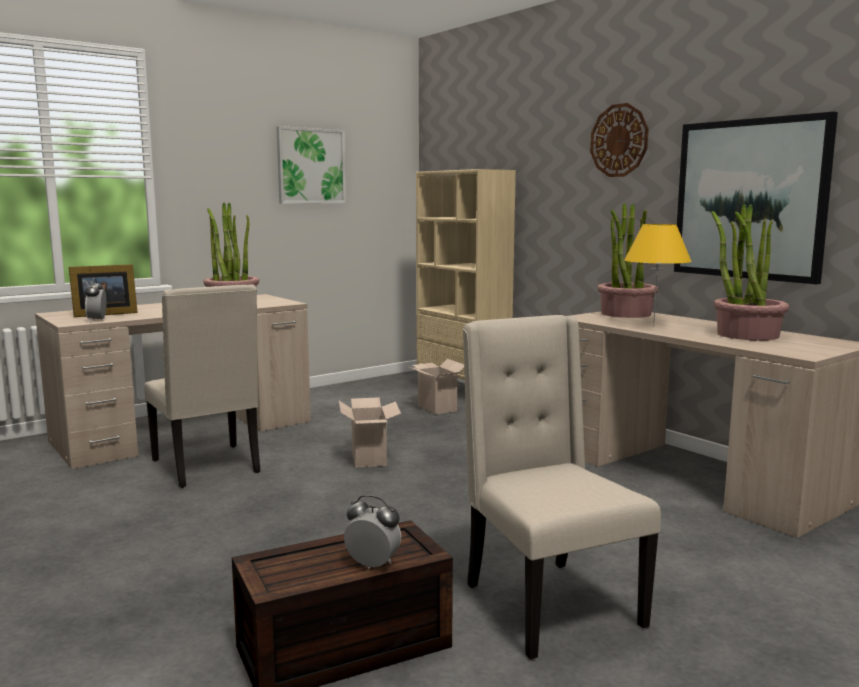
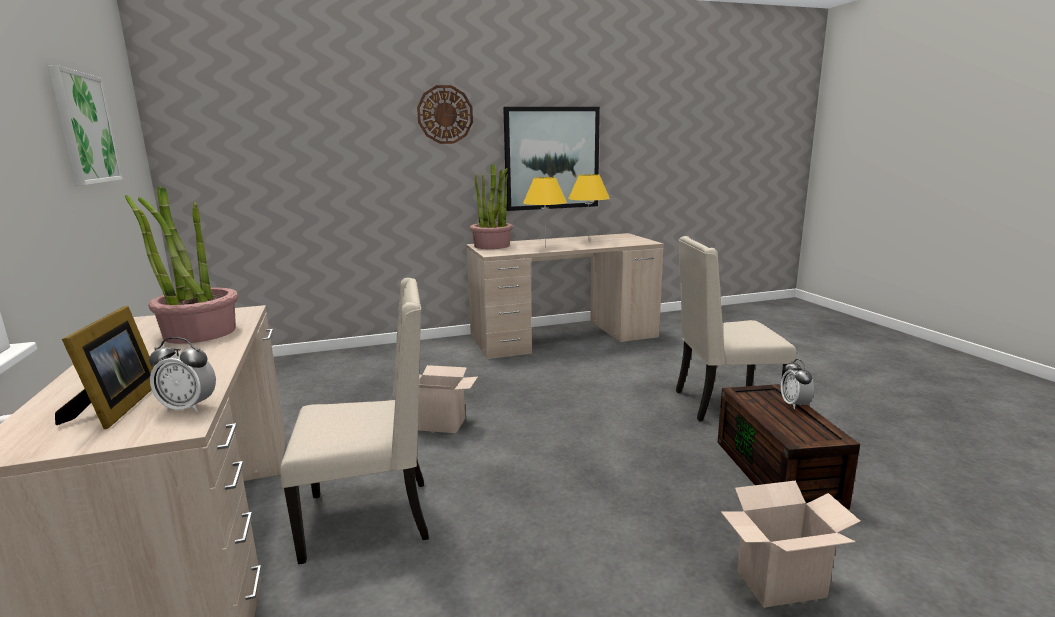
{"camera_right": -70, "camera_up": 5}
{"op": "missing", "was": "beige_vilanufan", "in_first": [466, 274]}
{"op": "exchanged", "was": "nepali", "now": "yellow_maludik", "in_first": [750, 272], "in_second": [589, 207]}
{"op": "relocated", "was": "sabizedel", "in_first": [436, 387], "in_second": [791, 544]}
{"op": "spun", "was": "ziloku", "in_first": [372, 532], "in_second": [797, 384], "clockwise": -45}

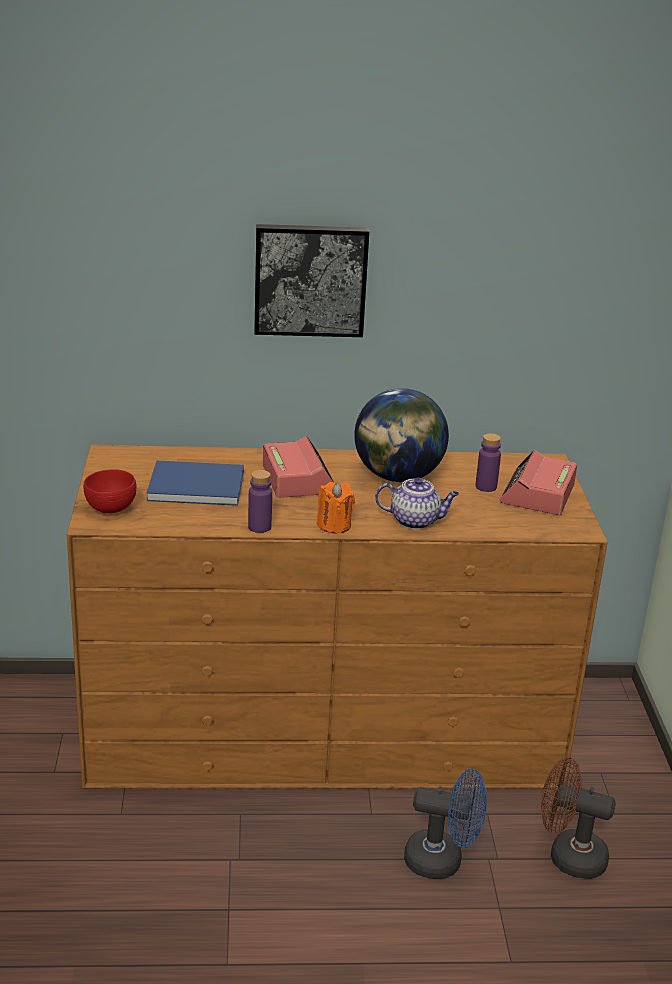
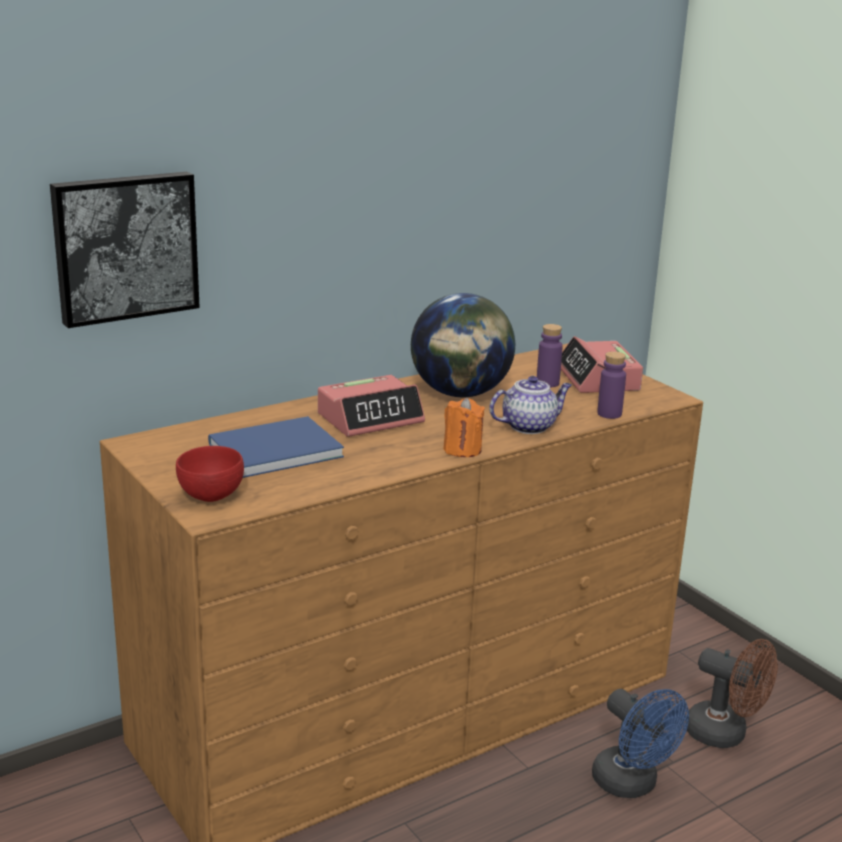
{"camera_right": -30, "camera_up": -5}
{"op": "relocated", "was": "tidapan", "in_first": [311, 280], "in_second": [125, 250]}
{"op": "spun", "was": "ziloku", "in_first": [298, 467], "in_second": [371, 406], "clockwise": 105}
{"op": "relocated", "was": "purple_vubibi", "in_first": [260, 501], "in_second": [611, 385]}
{"op": "spun", "was": "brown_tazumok", "in_first": [578, 818], "in_second": [731, 693], "clockwise": -135}
{"op": "spun", "was": "blue_tazumok", "in_first": [445, 824], "in_second": [640, 743], "clockwise": 75}

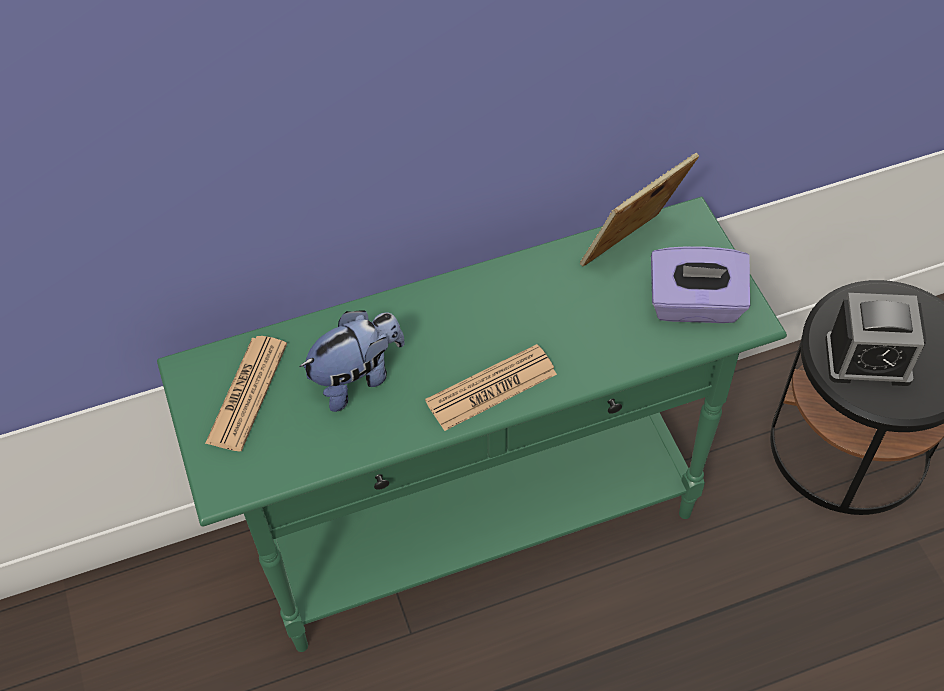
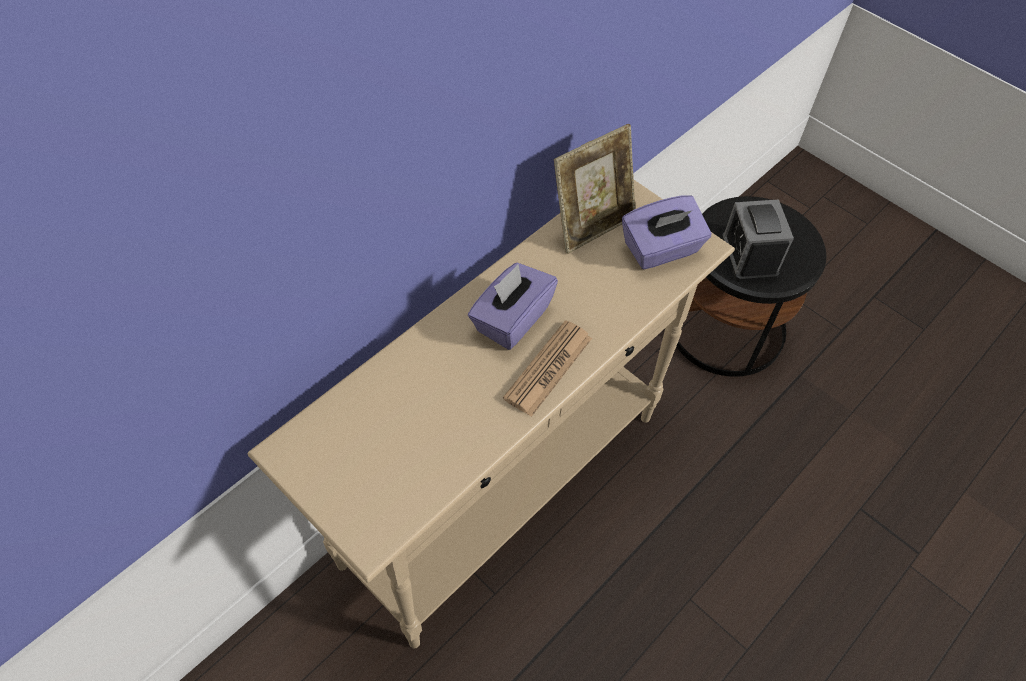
{"camera_right": -30, "camera_up": 0}
{"op": "spun", "was": "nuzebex", "in_first": [639, 209], "in_second": [595, 189], "clockwise": -150}
{"op": "colour", "was": "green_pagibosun", "now": "beige_pagibosun", "in_first": [472, 424], "in_second": [491, 414]}
{"op": "spun", "was": "ziloku", "in_first": [876, 339], "in_second": [757, 240], "clockwise": 105}
{"op": "missing", "was": "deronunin", "in_first": [352, 361]}
{"op": "missing", "was": "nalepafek", "in_first": [246, 393]}
{"op": "appeared", "now": "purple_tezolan", "in_second": [513, 306]}

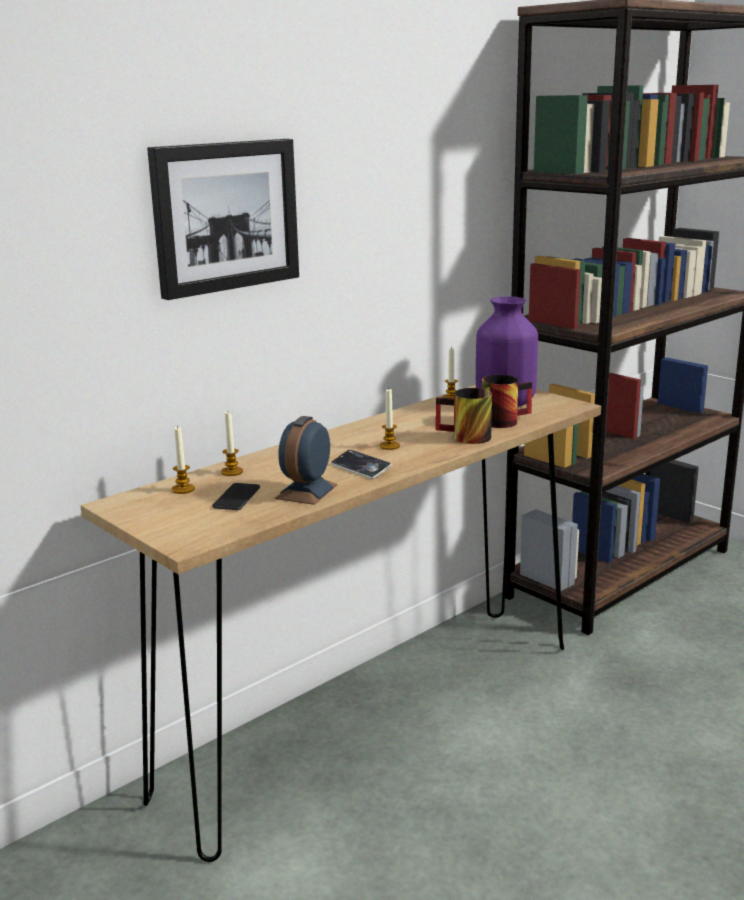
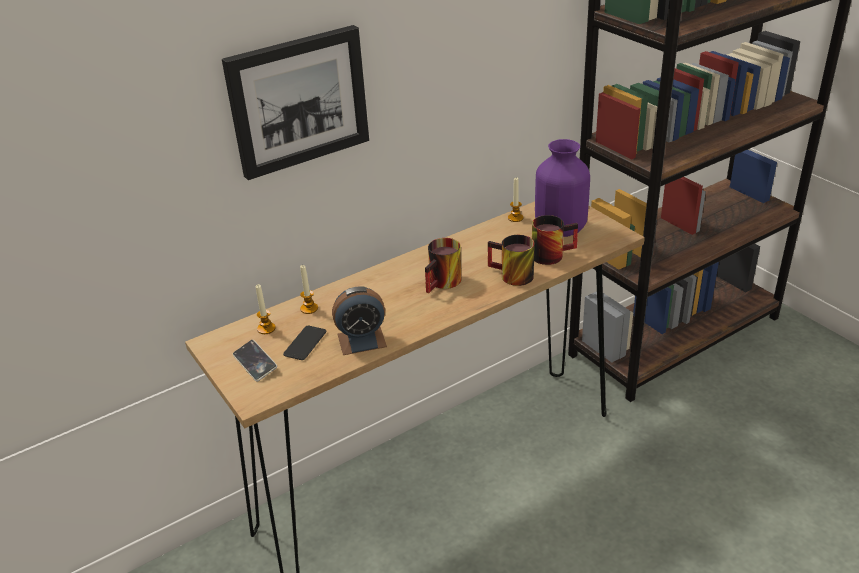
{"camera_right": 10, "camera_up": 15}
{"op": "exchanged", "was": "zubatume", "now": "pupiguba", "in_first": [389, 419], "in_second": [443, 265]}
{"op": "spun", "was": "ziloku", "in_first": [306, 460], "in_second": [359, 320], "clockwise": -135}
{"op": "relocated", "was": "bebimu", "in_first": [361, 464], "in_second": [255, 361]}

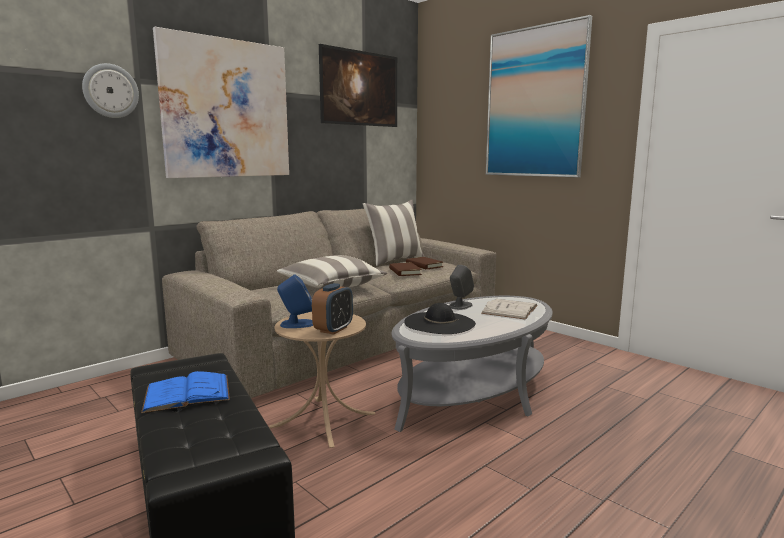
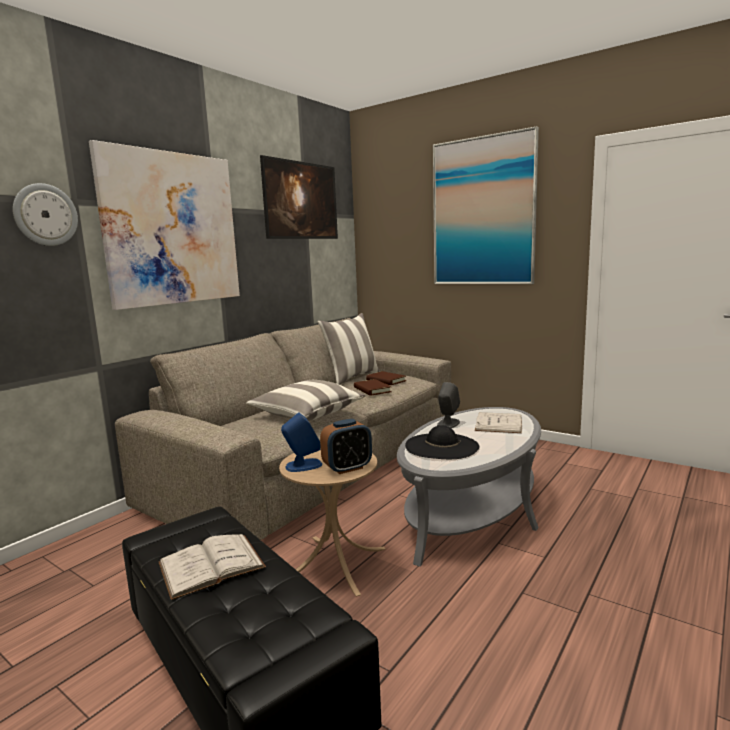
{"camera_right": -10, "camera_up": 0}
{"op": "spun", "was": "ziloku", "in_first": [332, 309], "in_second": [346, 446], "clockwise": 45}
{"op": "colour", "was": "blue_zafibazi", "now": "white_zafibazi", "in_first": [185, 392], "in_second": [212, 567]}

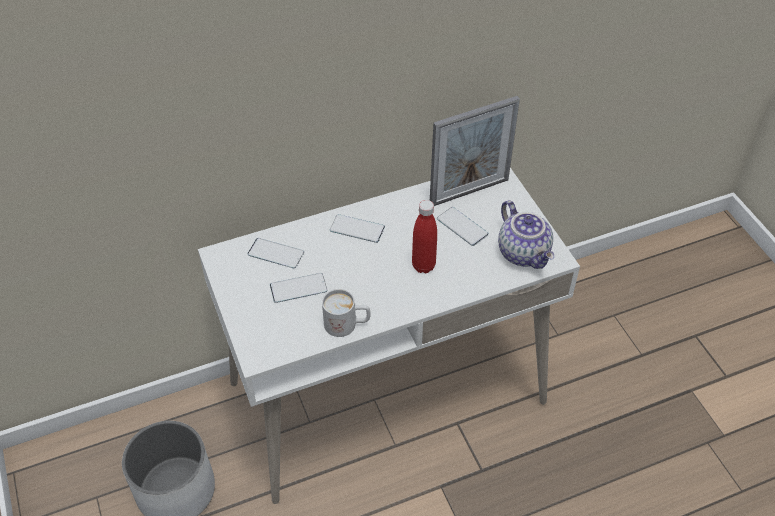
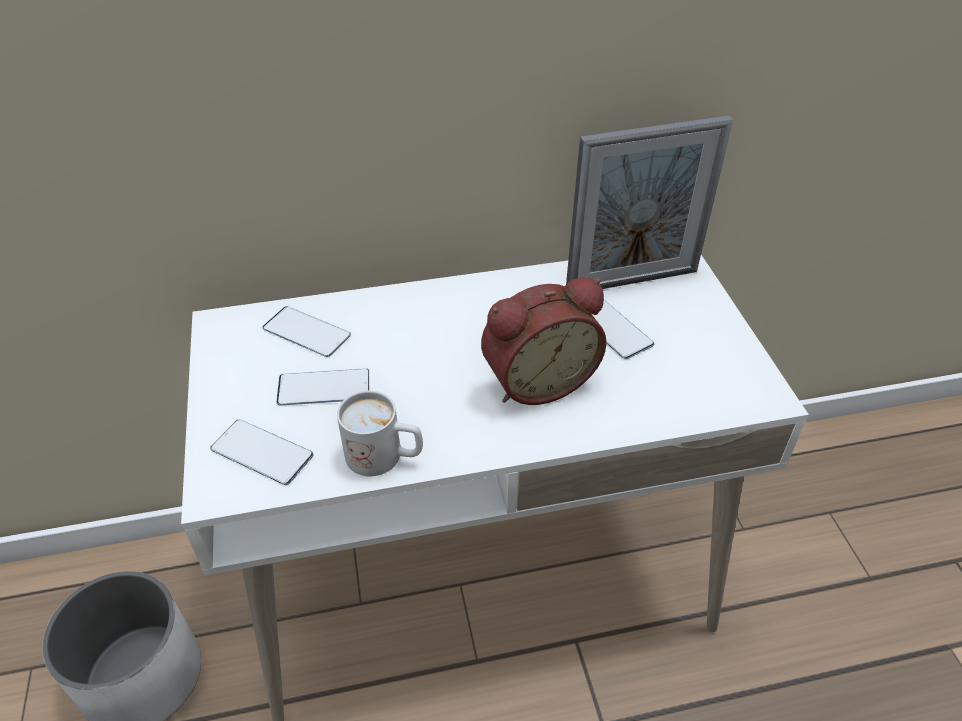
{"camera_right": 10, "camera_up": -5}
{"op": "exchanged", "was": "red_vubibi", "now": "ziloku", "in_first": [424, 236], "in_second": [544, 341]}
{"op": "missing", "was": "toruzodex", "in_first": [526, 234]}
{"op": "relocated", "was": "bebimu", "in_first": [357, 228], "in_second": [261, 452]}

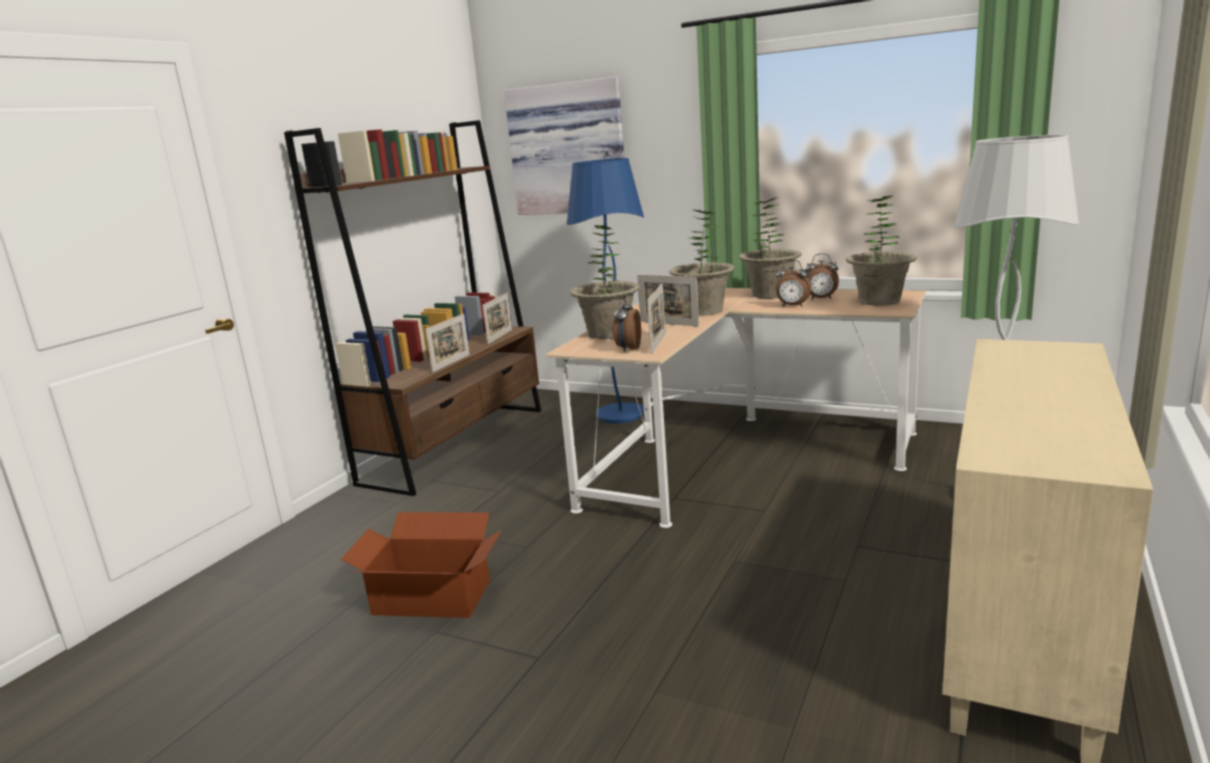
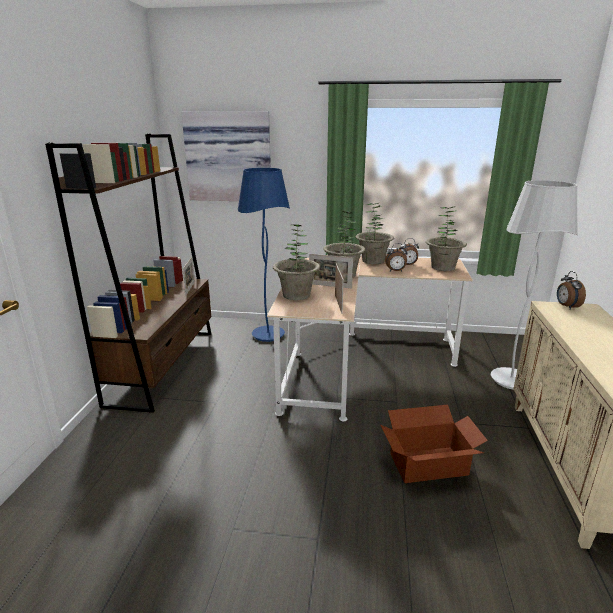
{"camera_right": -20, "camera_up": 5}
{"op": "relocated", "was": "ziloku", "in_first": [627, 323], "in_second": [571, 290]}
{"op": "missing", "was": "nuzebex", "in_first": [448, 343]}
{"op": "relocated", "was": "sabizedel", "in_first": [421, 565], "in_second": [434, 444]}

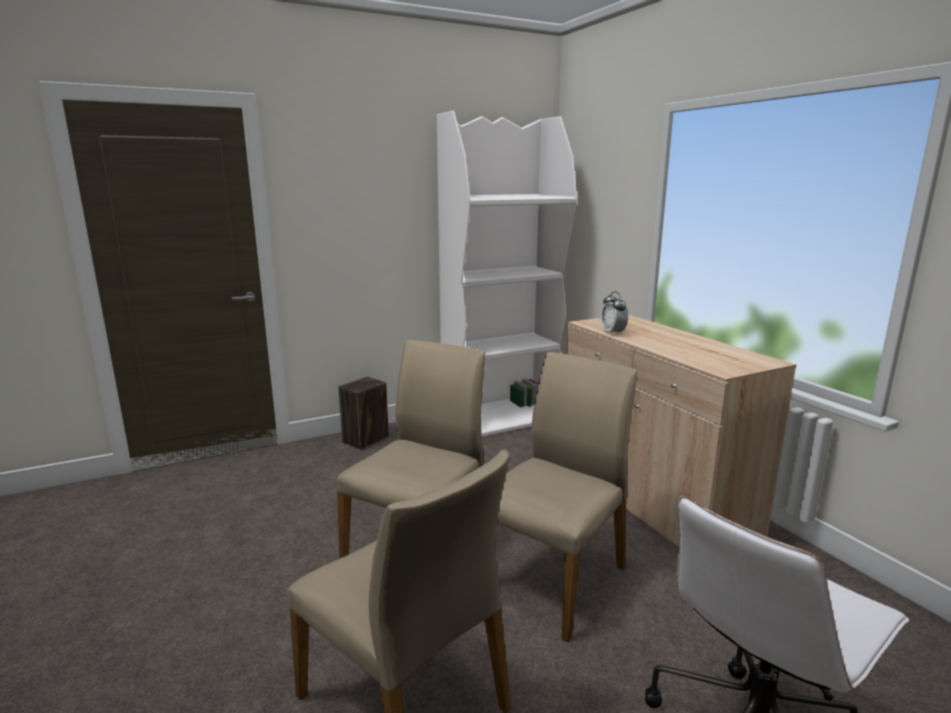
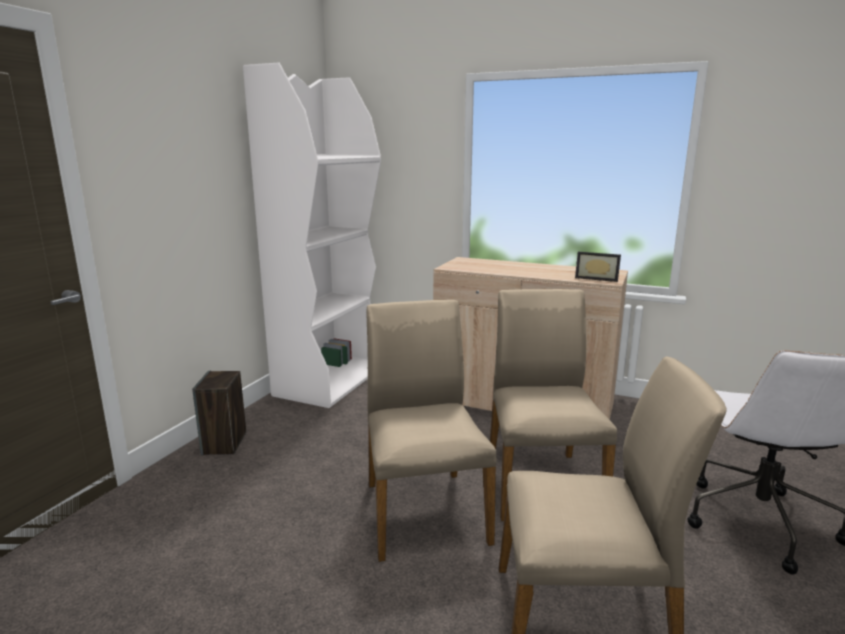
{"camera_right": -40, "camera_up": 0}
{"op": "missing", "was": "ziloku", "in_first": [614, 313]}
{"op": "appeared", "now": "nuzebex", "in_second": [598, 267]}

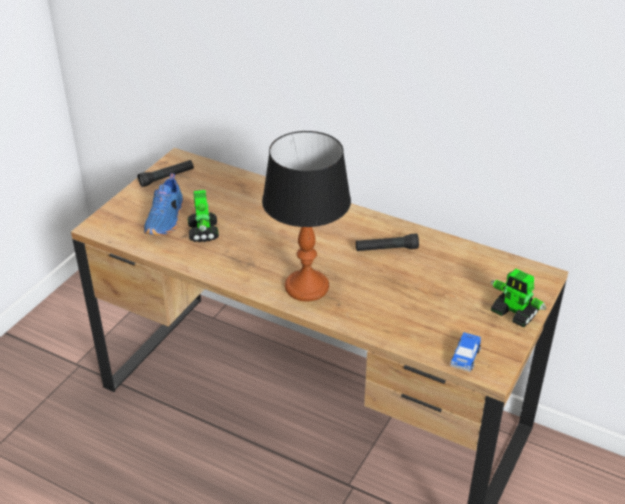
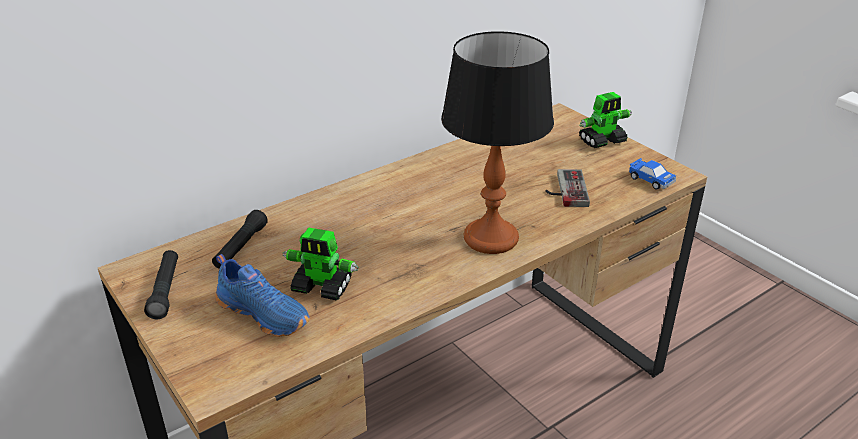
{"camera_right": -65, "camera_up": -5}
{"op": "relocated", "was": "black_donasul", "in_first": [387, 242], "in_second": [240, 239]}
{"op": "appeared", "now": "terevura", "in_second": [567, 188]}

